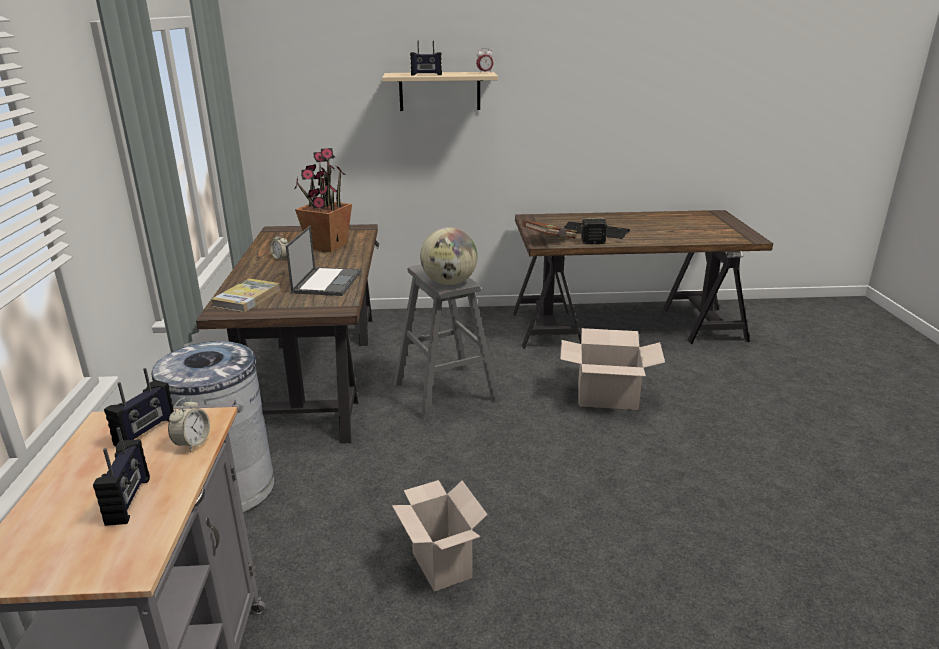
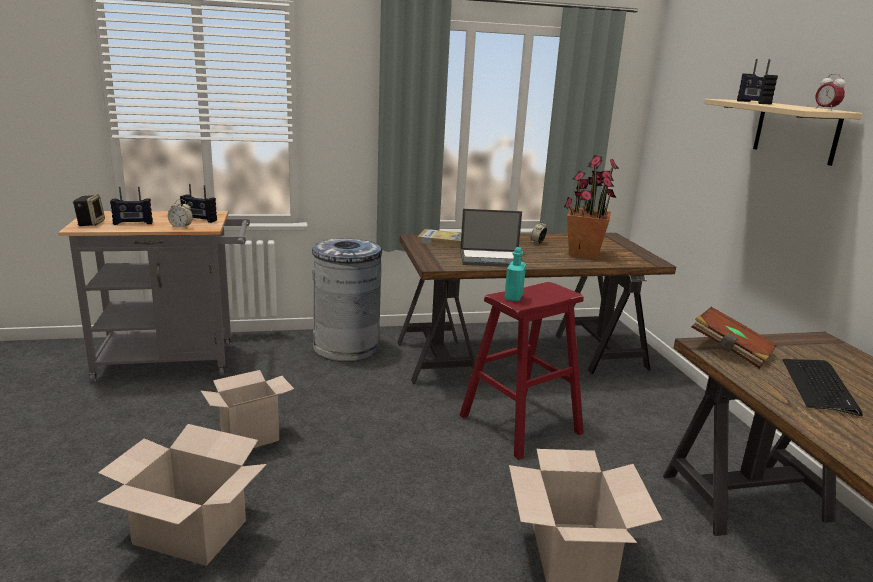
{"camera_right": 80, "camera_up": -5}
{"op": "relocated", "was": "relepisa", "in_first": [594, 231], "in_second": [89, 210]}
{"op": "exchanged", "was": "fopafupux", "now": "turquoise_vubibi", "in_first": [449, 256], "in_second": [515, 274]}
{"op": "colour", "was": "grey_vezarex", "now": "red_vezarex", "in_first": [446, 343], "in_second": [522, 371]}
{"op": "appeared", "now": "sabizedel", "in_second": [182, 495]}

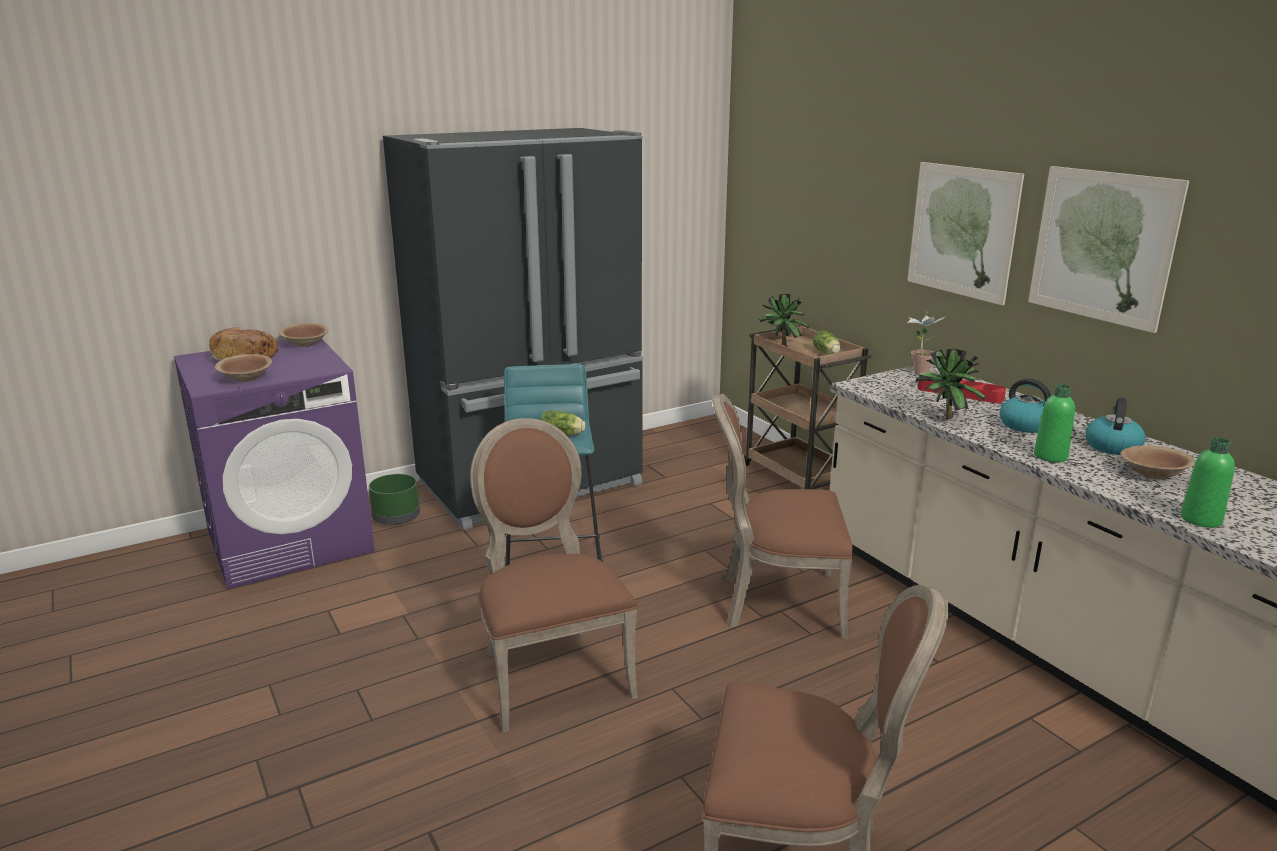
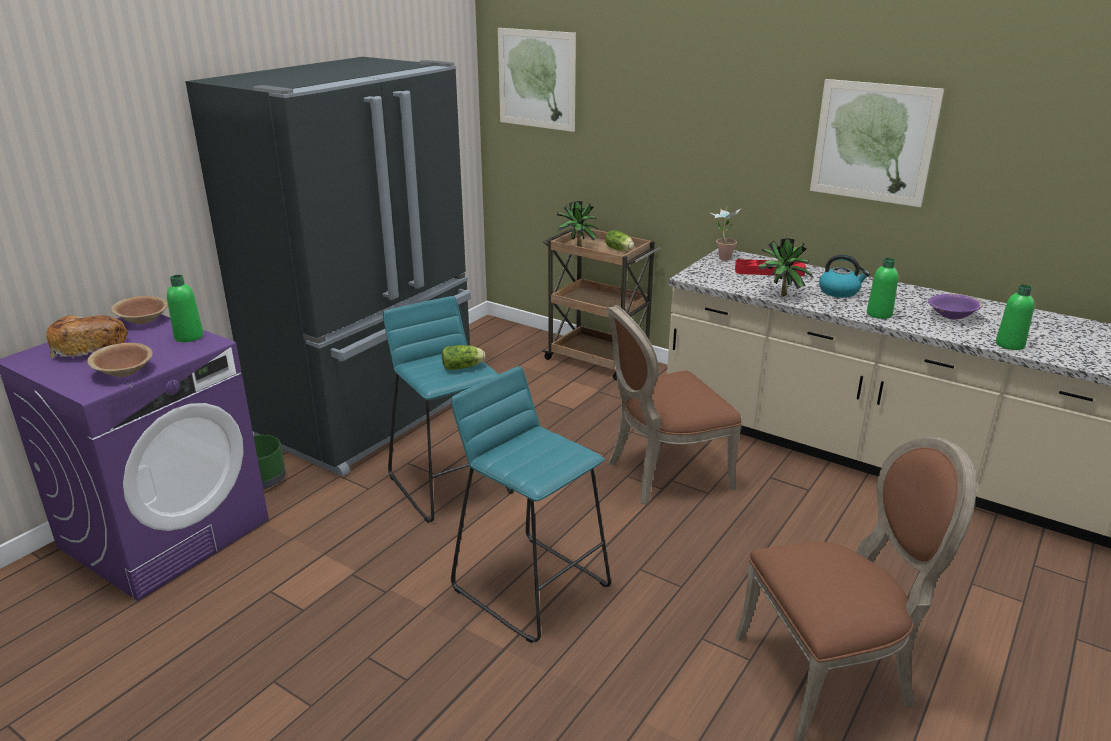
{"camera_right": -25, "camera_up": 5}
{"op": "relocated", "was": "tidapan", "in_first": [966, 234], "in_second": [537, 80]}
{"op": "missing", "was": "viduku", "in_first": [1115, 426]}
{"op": "exchanged", "was": "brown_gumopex", "now": "turquoise_vezarex", "in_first": [554, 575], "in_second": [531, 504]}
{"op": "colour", "was": "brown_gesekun", "now": "purple_gesekun", "in_first": [1158, 462], "in_second": [955, 307]}
{"op": "appeared", "now": "green_vubibi", "in_second": [185, 308]}

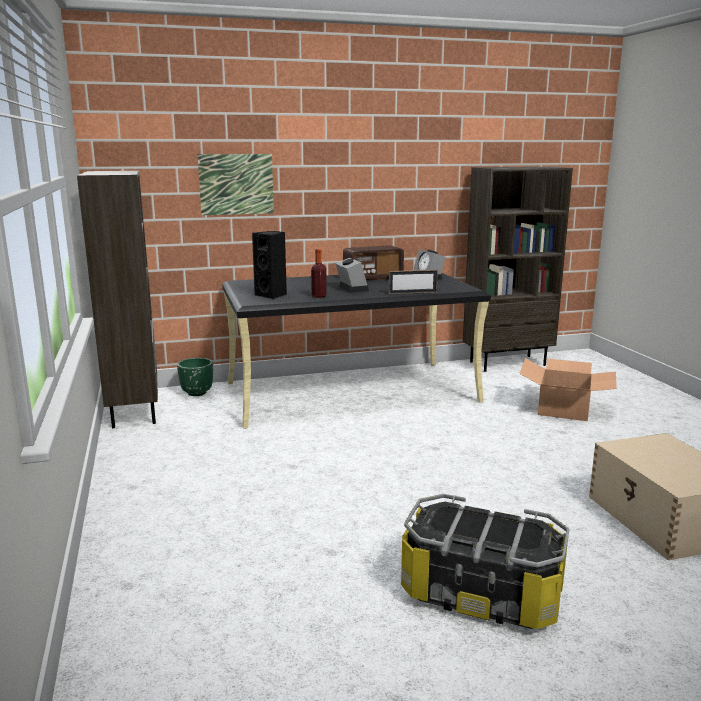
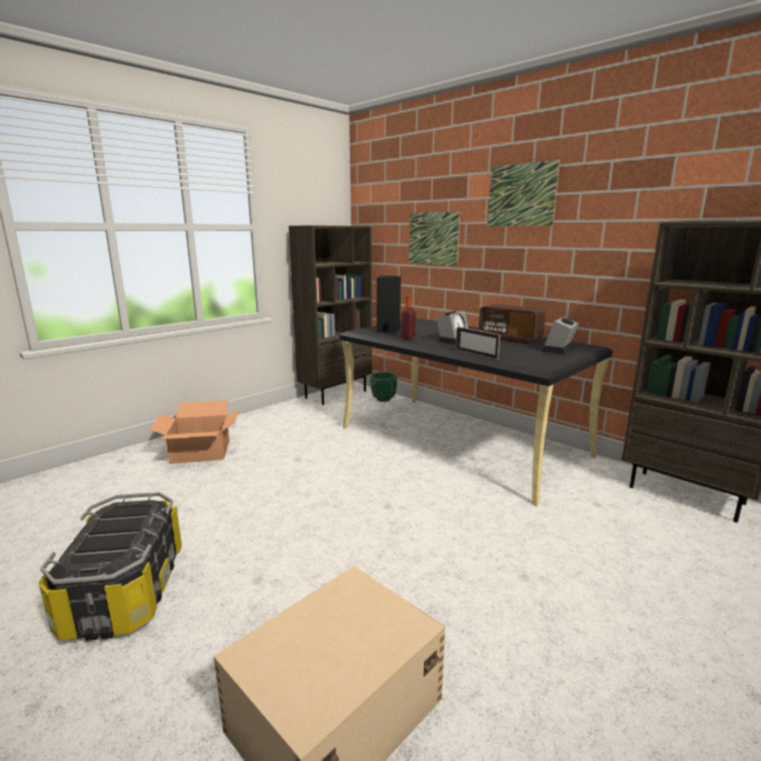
{"camera_right": 60, "camera_up": 0}
{"op": "relocated", "was": "sabizedel", "in_first": [568, 389], "in_second": [194, 432]}
{"op": "appeared", "now": "tidapan", "in_second": [524, 193]}

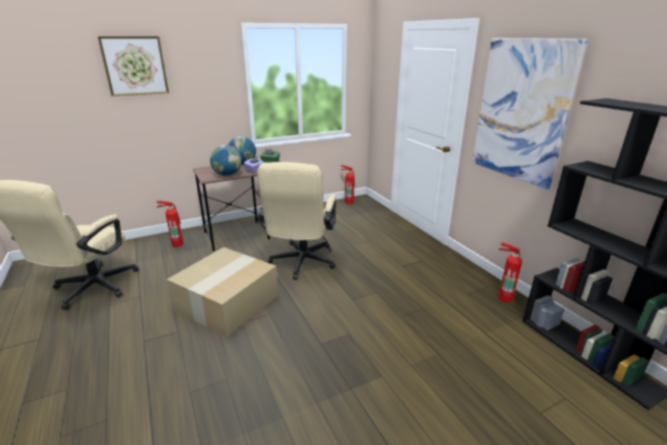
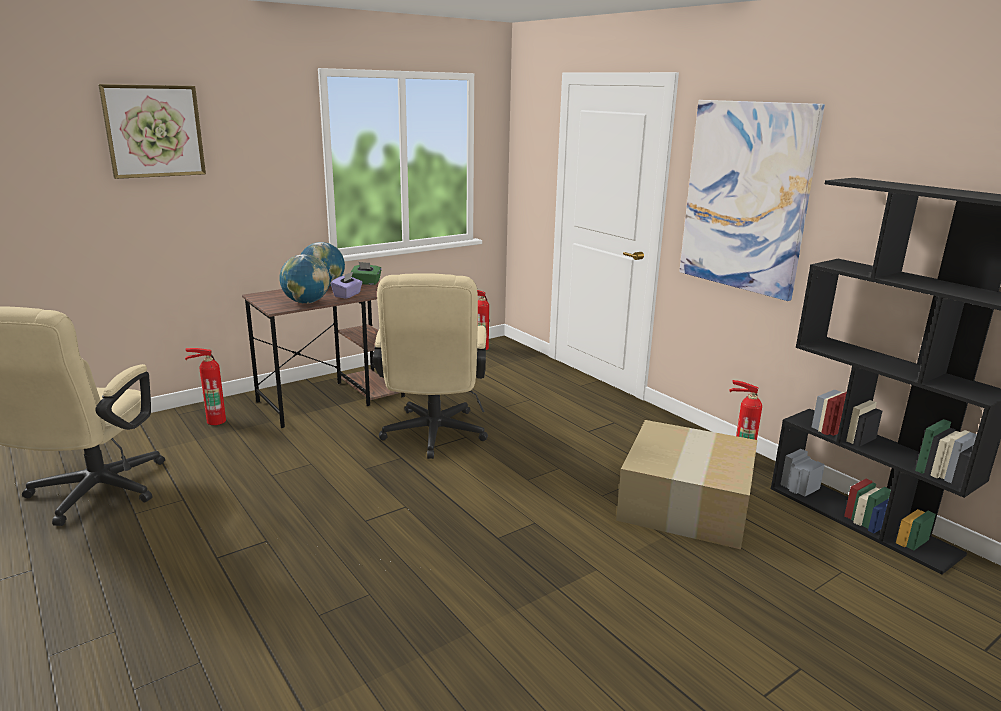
{"camera_right": -10, "camera_up": -5}
{"op": "relocated", "was": "sabizedel", "in_first": [222, 292], "in_second": [686, 484]}

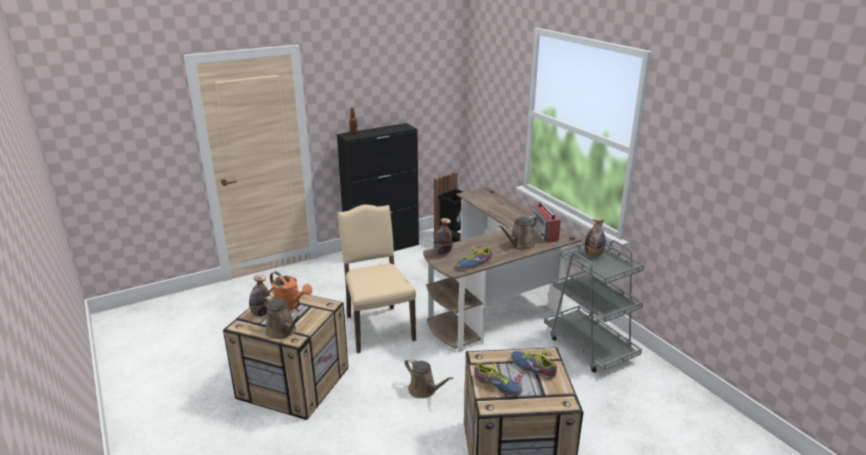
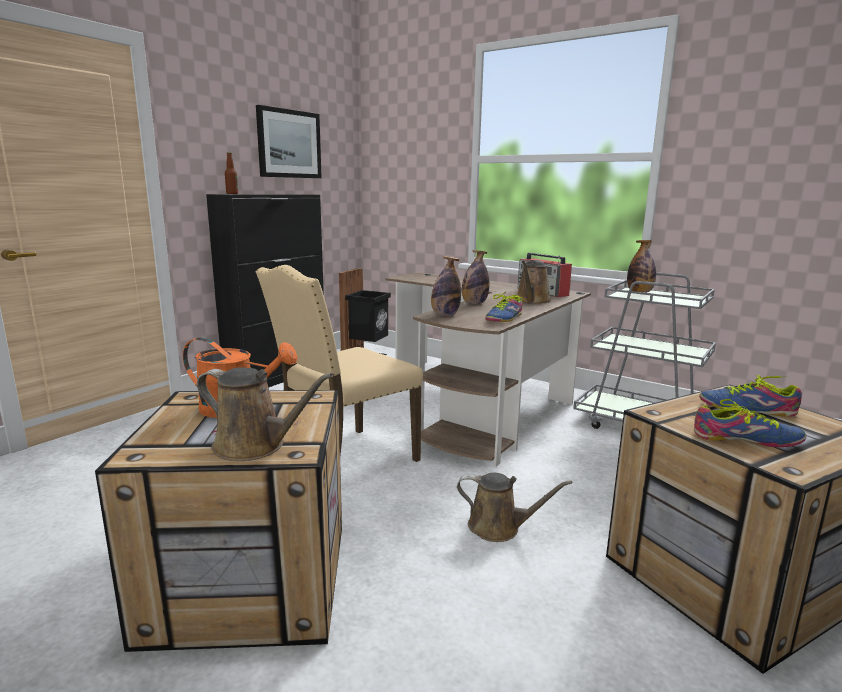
{"camera_right": -25, "camera_up": -10}
{"op": "spun", "was": "beige_gumopex", "in_first": [376, 278], "in_second": [339, 363], "clockwise": -90}
{"op": "relocated", "was": "vubibi", "in_first": [259, 296], "in_second": [475, 277]}
{"op": "appeared", "now": "tidapan", "in_second": [289, 141]}

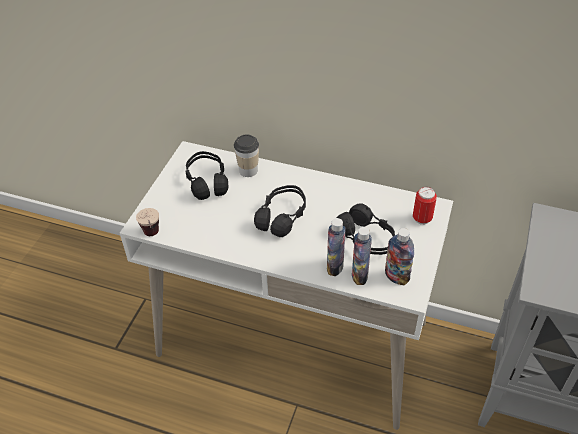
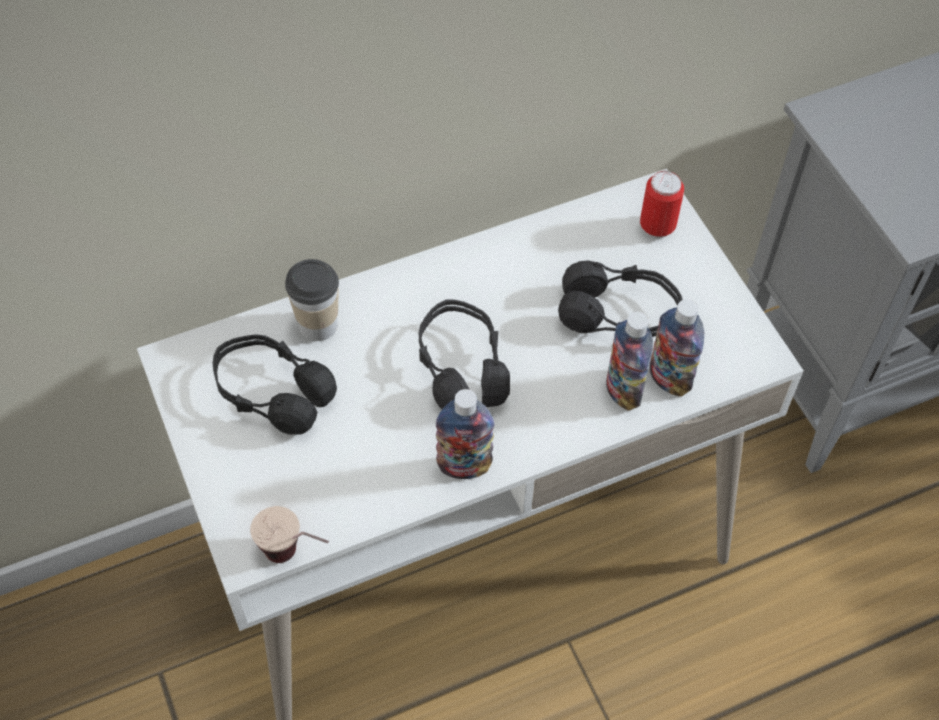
{"camera_right": -45, "camera_up": 10}
{"op": "relocated", "was": "vubibi", "in_first": [399, 256], "in_second": [465, 434]}

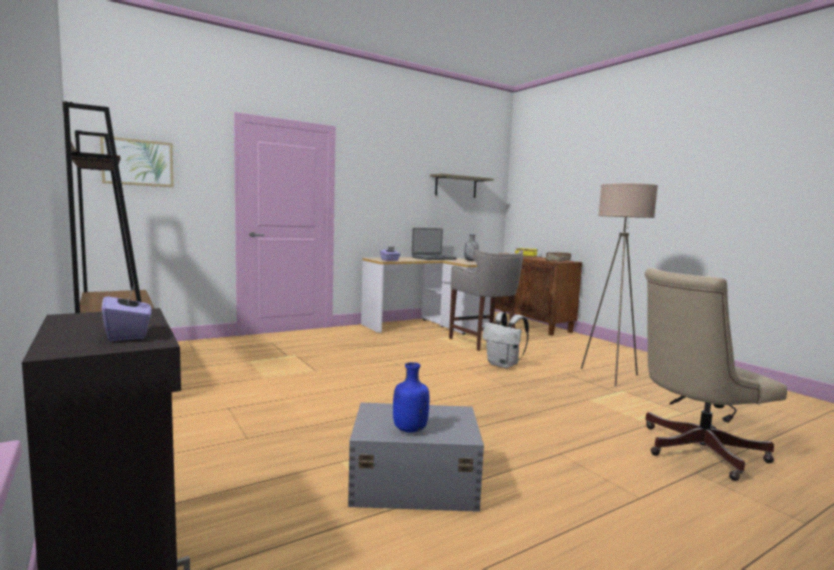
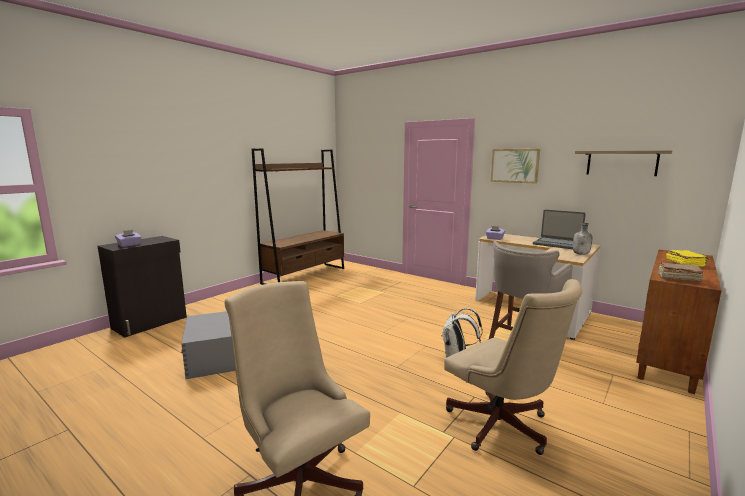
{"camera_right": 70, "camera_up": 5}
{"op": "relocated", "was": "tidapan", "in_first": [137, 161], "in_second": [515, 166]}
{"op": "exchanged", "was": "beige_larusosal", "now": "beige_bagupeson", "in_first": [619, 284], "in_second": [513, 367]}
{"op": "missing", "was": "blue_vubibi", "in_first": [411, 397]}

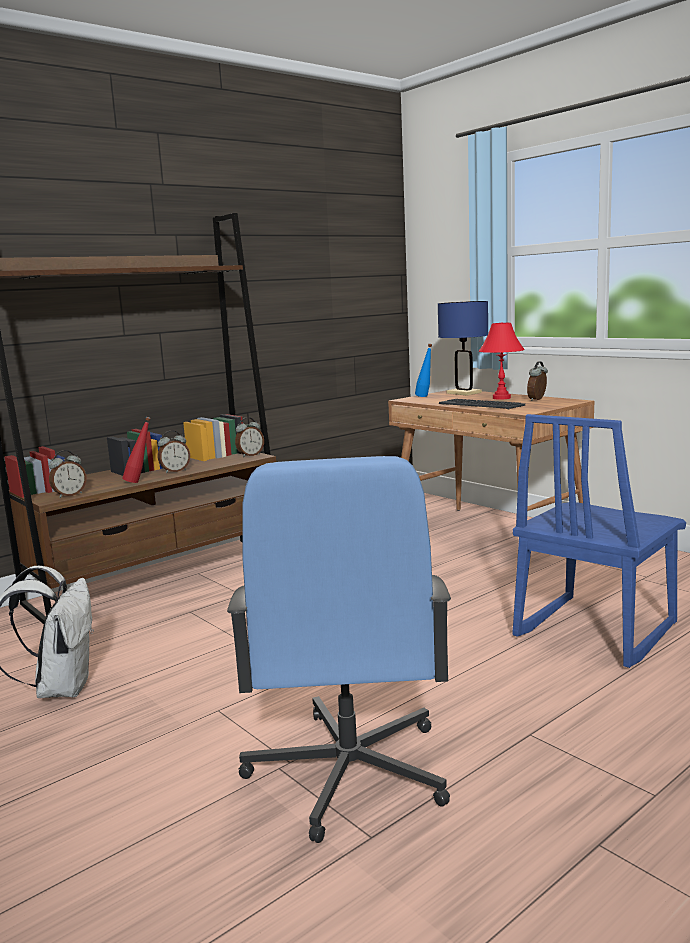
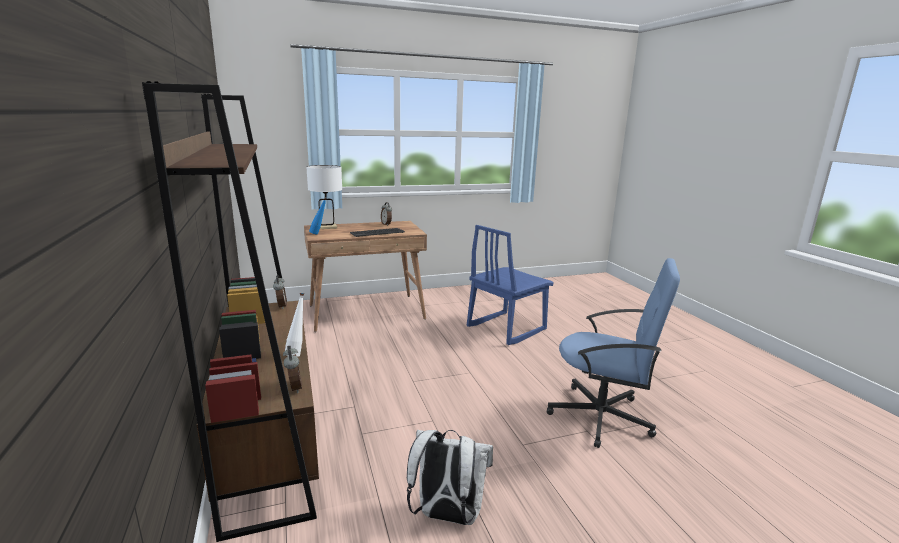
{"camera_right": -70, "camera_up": 5}
{"op": "colour", "was": "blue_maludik", "now": "white_maludik", "in_first": [463, 348], "in_second": [324, 197]}
{"op": "missing", "was": "red_maludik", "in_first": [502, 361]}
{"op": "spun", "was": "blue_gumopex", "in_first": [599, 541], "in_second": [510, 285], "clockwise": 75}
{"op": "colour", "was": "red_vubibi", "now": "white_vubibi", "in_first": [136, 450], "in_second": [295, 325]}
{"op": "missing", "was": "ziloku", "in_first": [174, 451]}

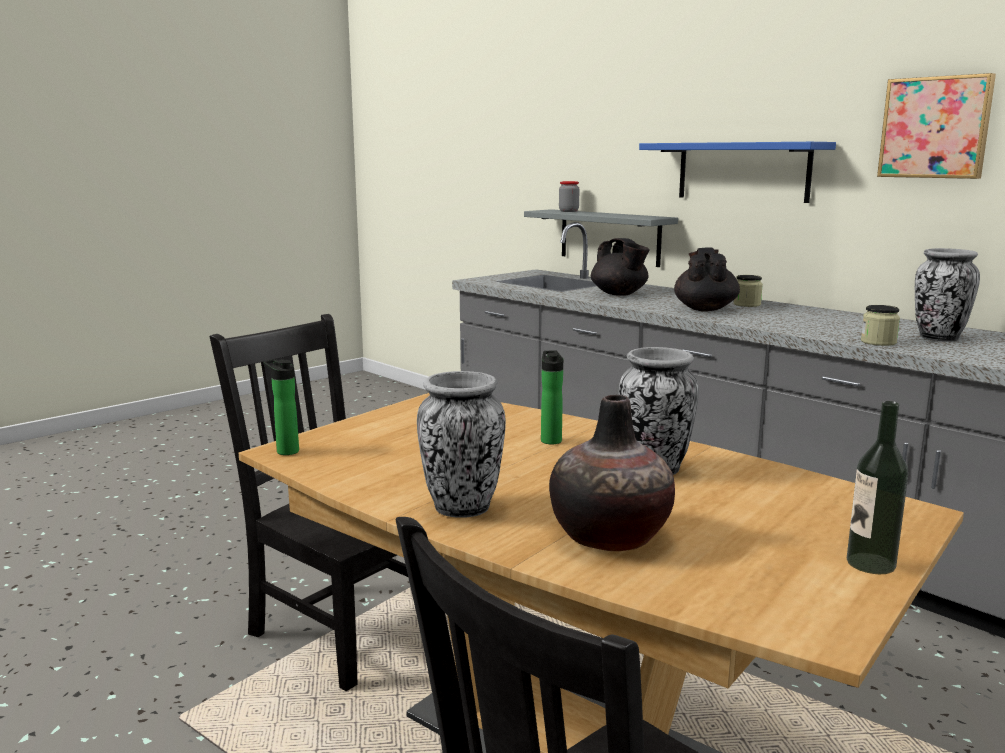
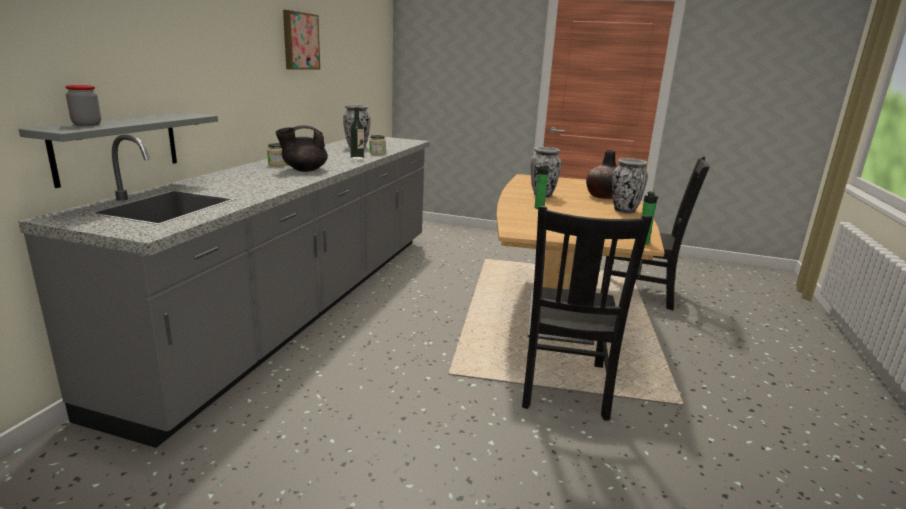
{"camera_right": -120, "camera_up": 5}
{"op": "missing", "was": "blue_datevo", "in_first": [737, 172]}
{"op": "missing", "was": "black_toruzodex", "in_first": [620, 267]}
{"op": "relocated", "was": "vubibi", "in_first": [877, 487], "in_second": [357, 133]}

